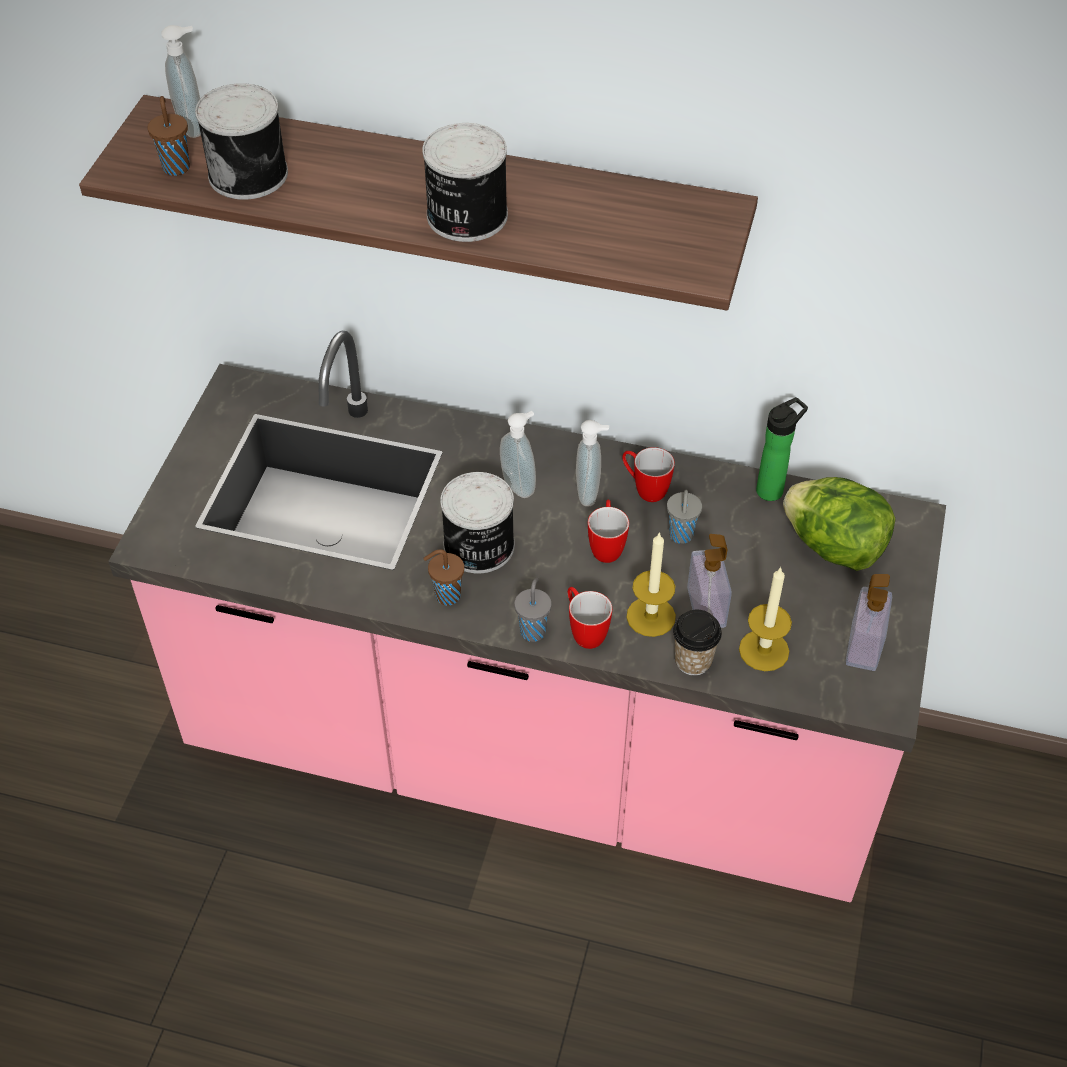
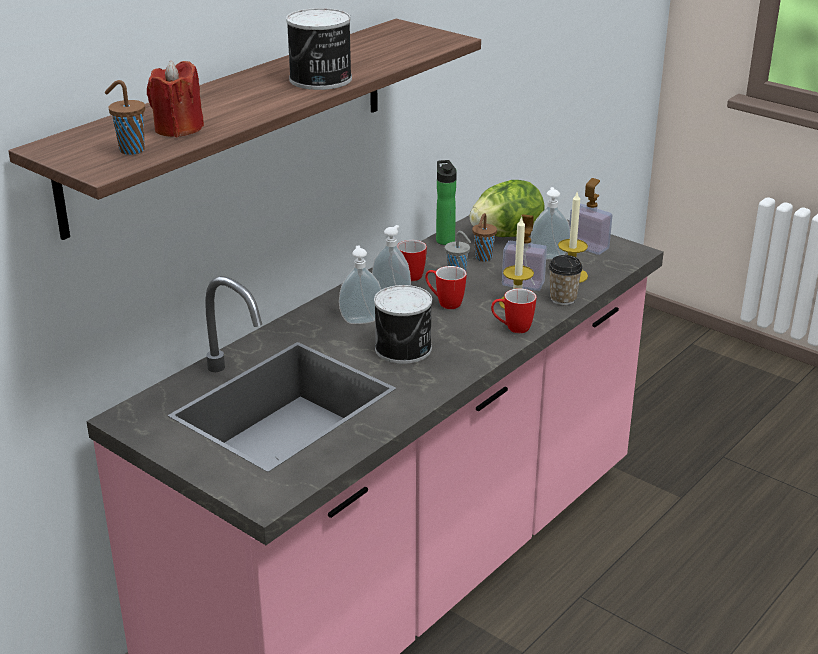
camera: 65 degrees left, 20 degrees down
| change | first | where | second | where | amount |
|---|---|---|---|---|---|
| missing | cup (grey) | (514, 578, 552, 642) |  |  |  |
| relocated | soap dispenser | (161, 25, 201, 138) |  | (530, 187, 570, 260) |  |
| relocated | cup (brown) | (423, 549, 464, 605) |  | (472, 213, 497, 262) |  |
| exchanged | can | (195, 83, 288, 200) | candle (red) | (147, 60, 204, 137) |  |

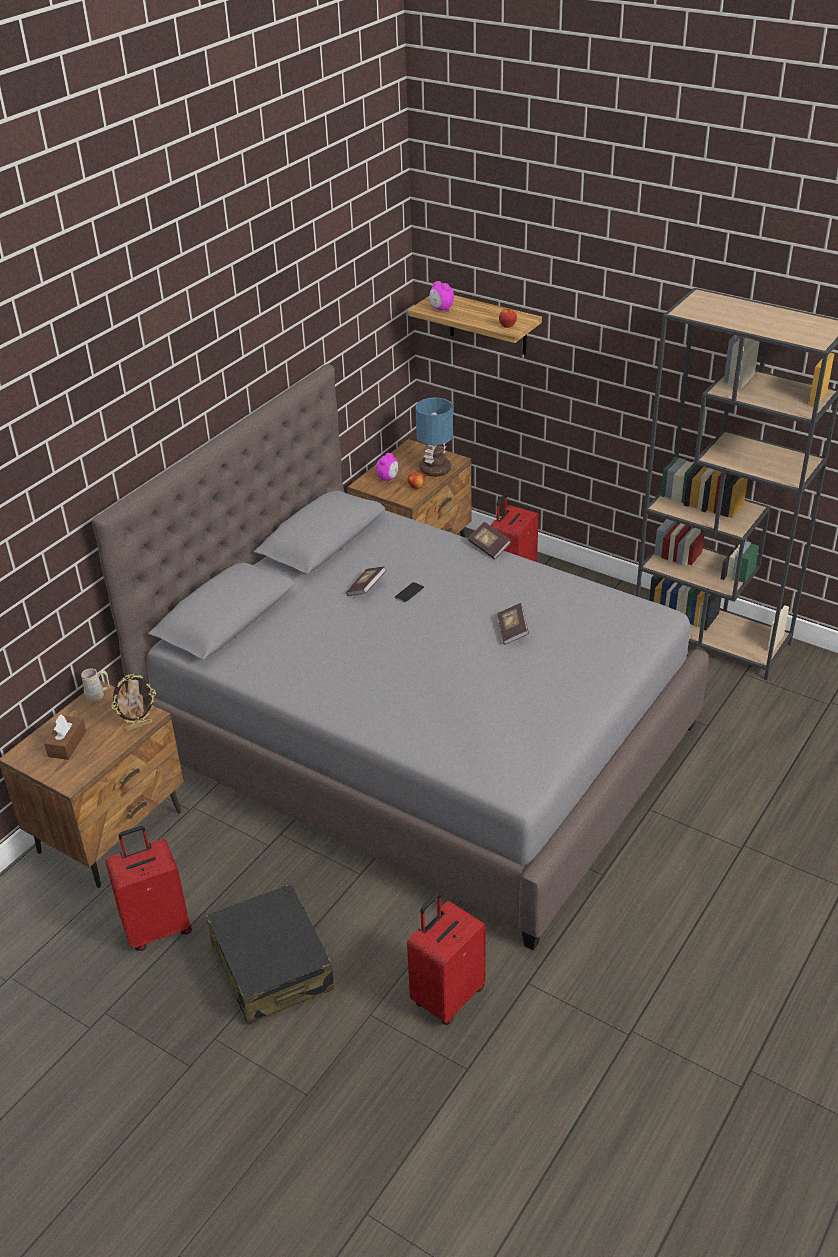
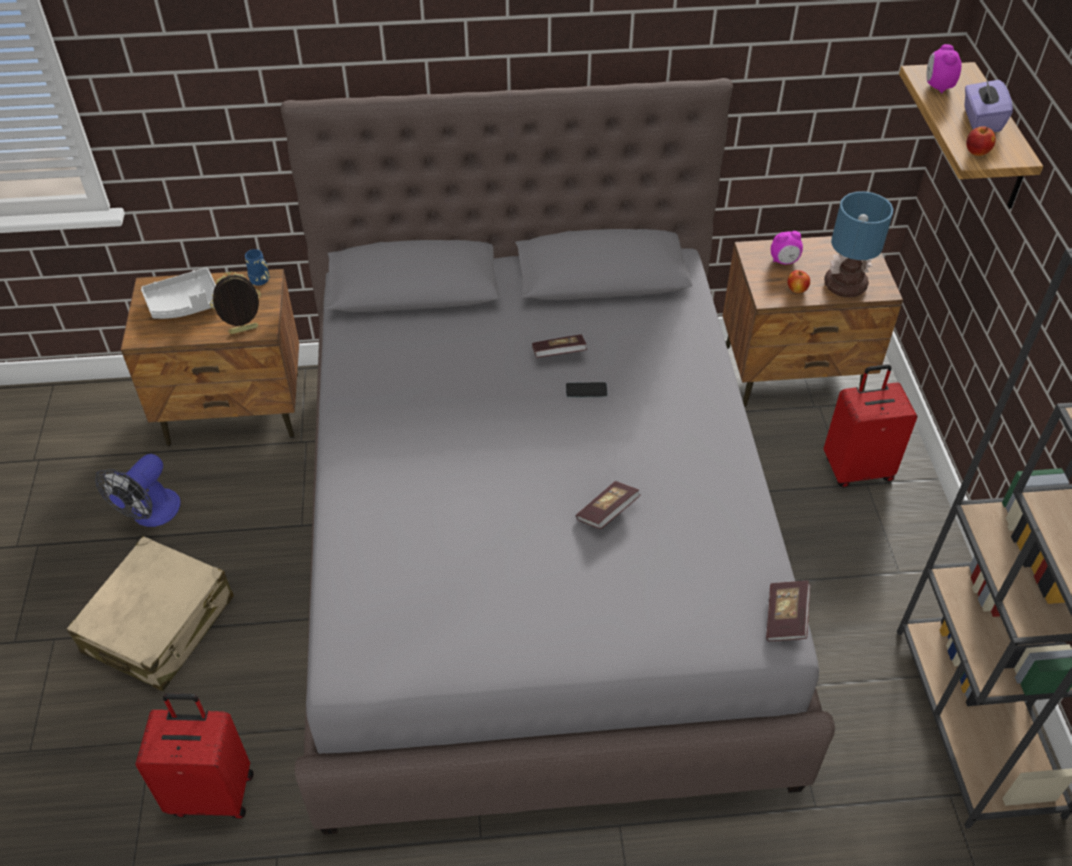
camera: 50 degrees right, 10 degrees up
| change | first | where | second | where | amount |
|---|---|---|---|---|---|
| appeared |  |  | tissue box (purple) | (965, 76, 1013, 132) |  |
| relocated | book | (468, 522, 511, 559) |  | (766, 580, 810, 642) |  |
| exchanged | tissue box (brown) | (44, 715, 86, 760) | tray (grey) | (141, 268, 216, 319) |  |
| exchanged | suitcase (red) | (105, 826, 192, 951) | fan | (95, 454, 181, 527) |  |
| colour | mug (beige) | (81, 669, 110, 702) | mug (blue) | (245, 249, 270, 286) |  |
| colour | suitcase (black) | (206, 884, 334, 1025) | suitcase (beige) | (67, 536, 234, 691) |  |
| spun | picture frame | (111, 674, 156, 731) |  | (210, 272, 261, 334) | 135 degrees clockwise |

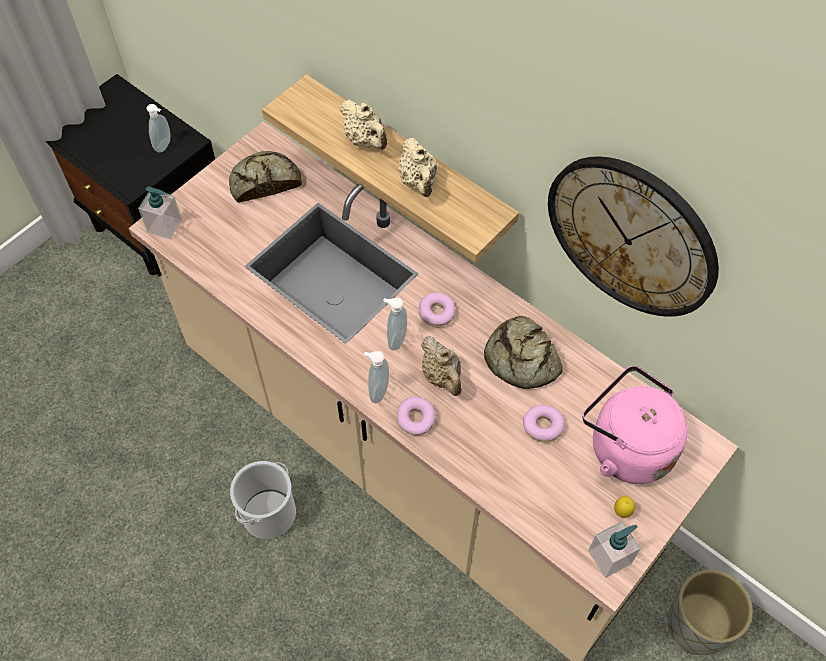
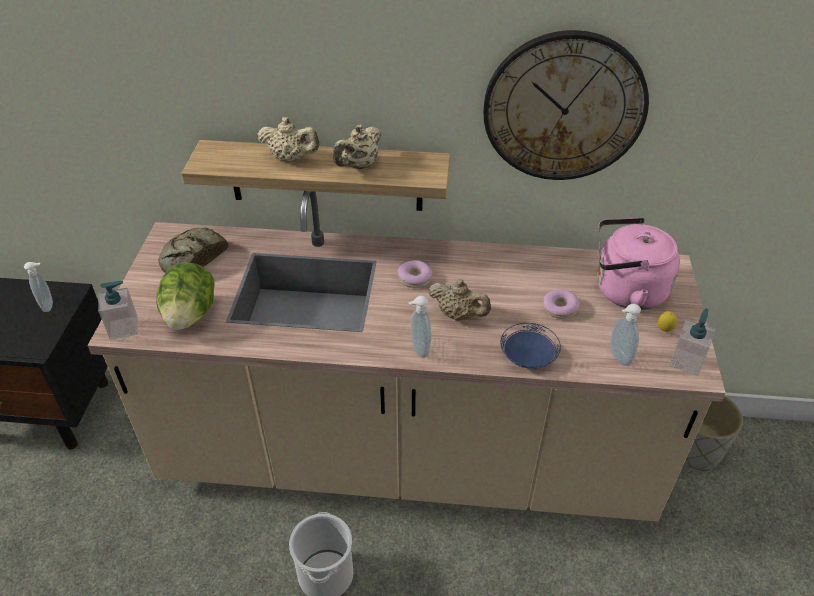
camera: 35 degrees left, 15 degrees down
| change | first | where | second | where | amount |
|---|---|---|---|---|---|
| missing | donut | (397, 397, 436, 436) |  |  |  |
| missing | bread | (484, 316, 563, 389) |  |  |  |
| appeared |  |  | lettuce | (156, 262, 215, 330) |  |
| appeared |  |  | plate (blue) | (500, 323, 561, 369) |  |
| relocated | soap dispenser | (383, 298, 407, 351) |  | (610, 304, 641, 366) |  |
| spun | teapot (beige) | (398, 138, 439, 197) |  | (333, 125, 382, 169) | 90 degrees clockwise |

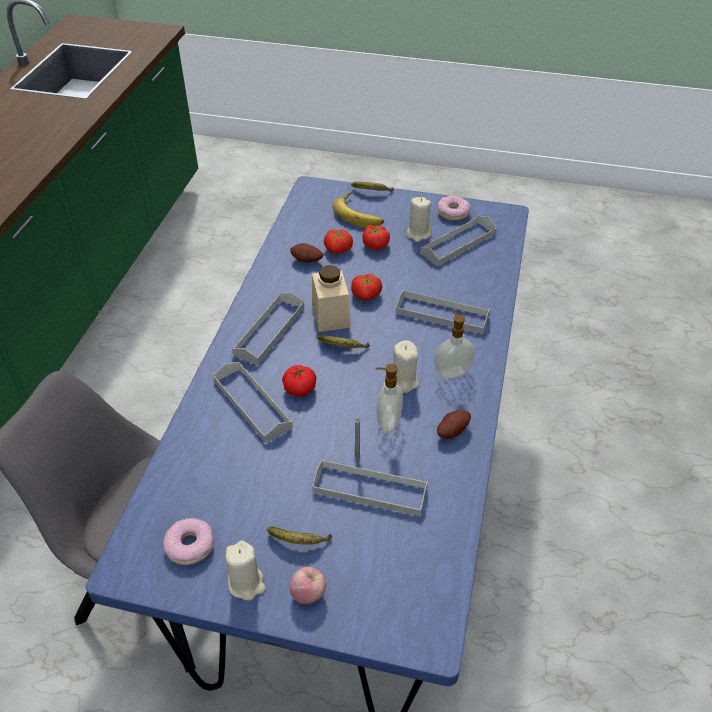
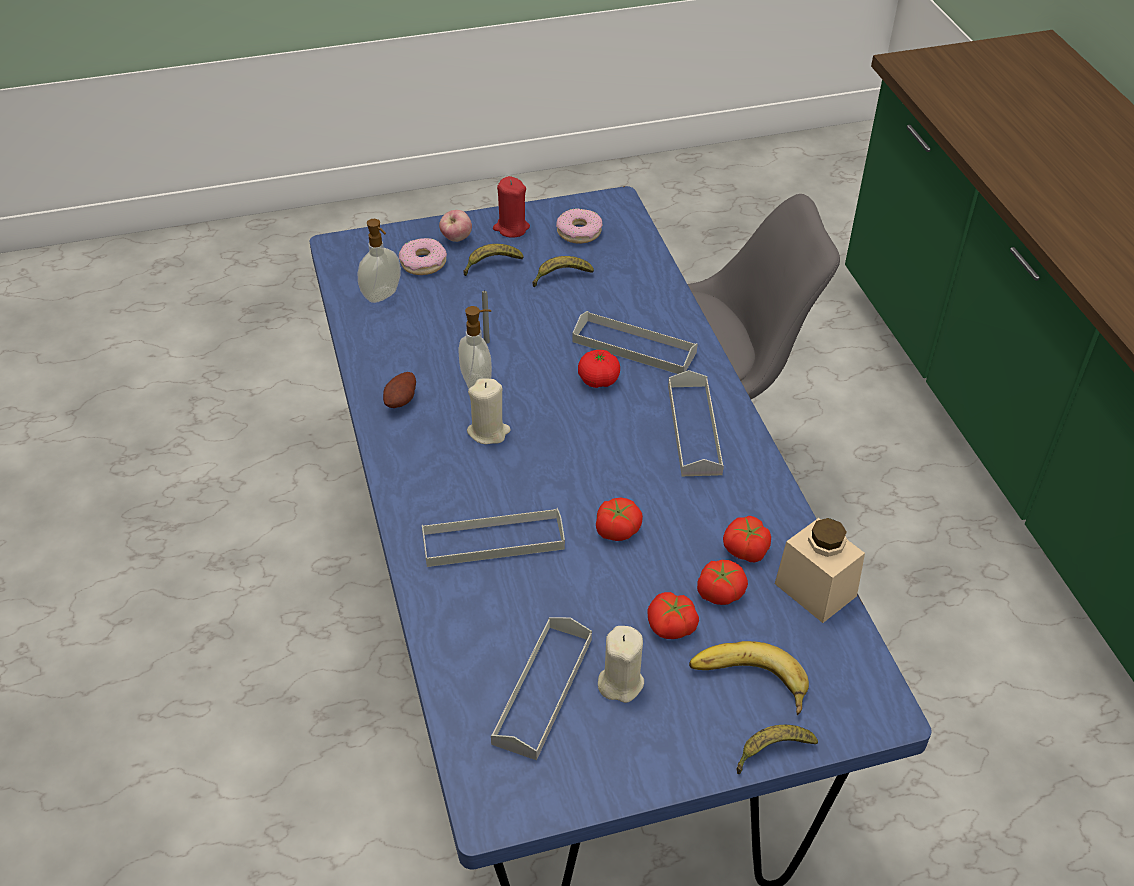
camera: 150 degrees right, 0 degrees up
| change | first | where | second | where | amount |
|---|---|---|---|---|---|
| missing | tray (grey) | (312, 459, 428, 516) |  |  |  |
| relocated | jar (beige) | (312, 265, 351, 332) |  | (775, 518, 865, 623) |  |
| relocated | banana | (317, 335, 370, 348) |  | (533, 256, 594, 287) |  |
| relocated | soap dispenser | (434, 311, 475, 379) |  | (358, 219, 401, 303) |  |
| relocated | donut | (437, 196, 471, 221) |  | (399, 238, 447, 275) |  |
| exchanged | potato | (290, 243, 323, 262) | tomato | (723, 516, 771, 562) |  |
| colour | candle (beige) | (225, 540, 266, 601) | candle (red) | (493, 176, 530, 238) |  |

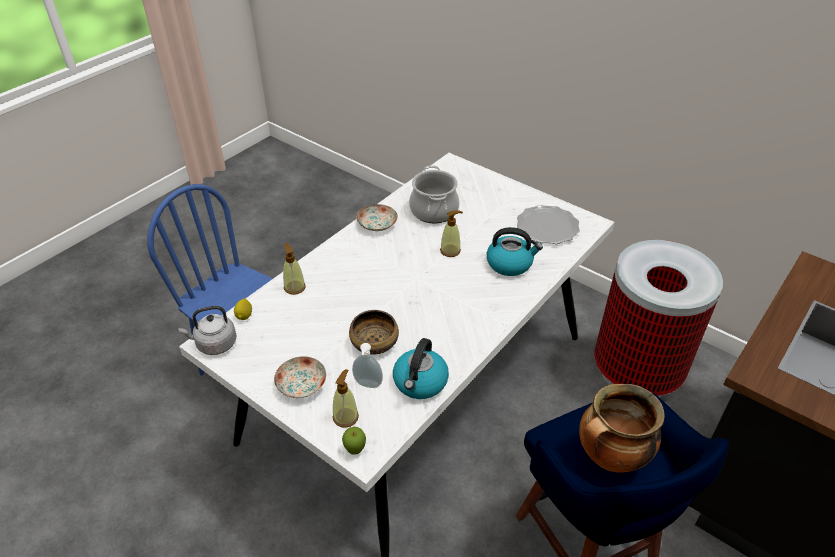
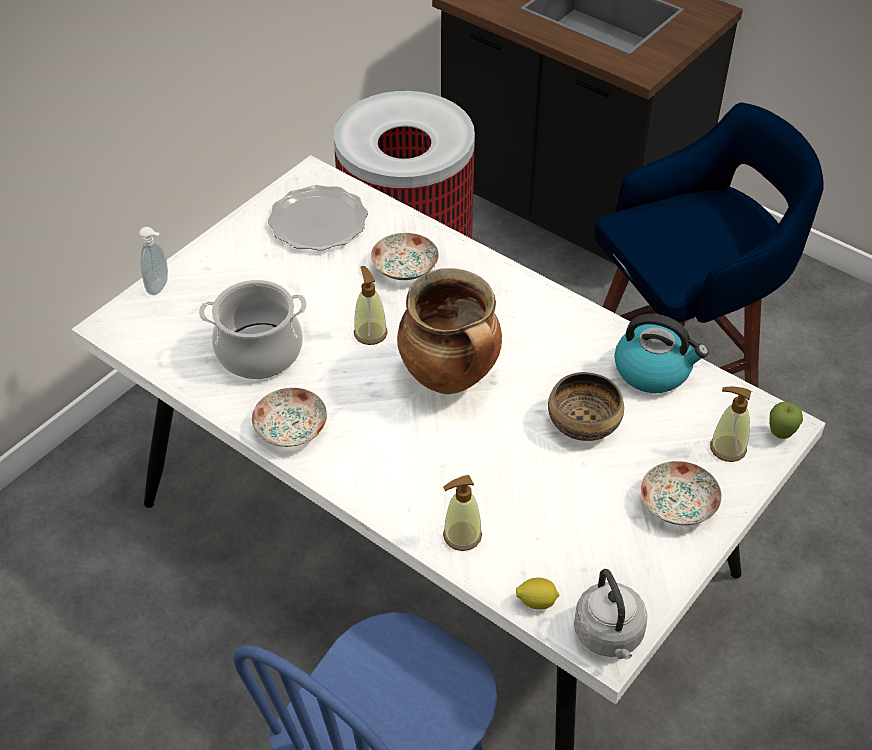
camera: 90 degrees left, 5 degrees up
| change | first | where | second | where | amount |
|---|---|---|---|---|---|
| relocated | soap dispenser | (352, 343, 383, 388) |  | (139, 227, 168, 295) |  |
| relocated | cooking pot | (579, 384, 665, 473) |  | (397, 268, 502, 394) |  |
| exchanged | kettle | (487, 227, 543, 276) | plate | (371, 233, 439, 280) |  |

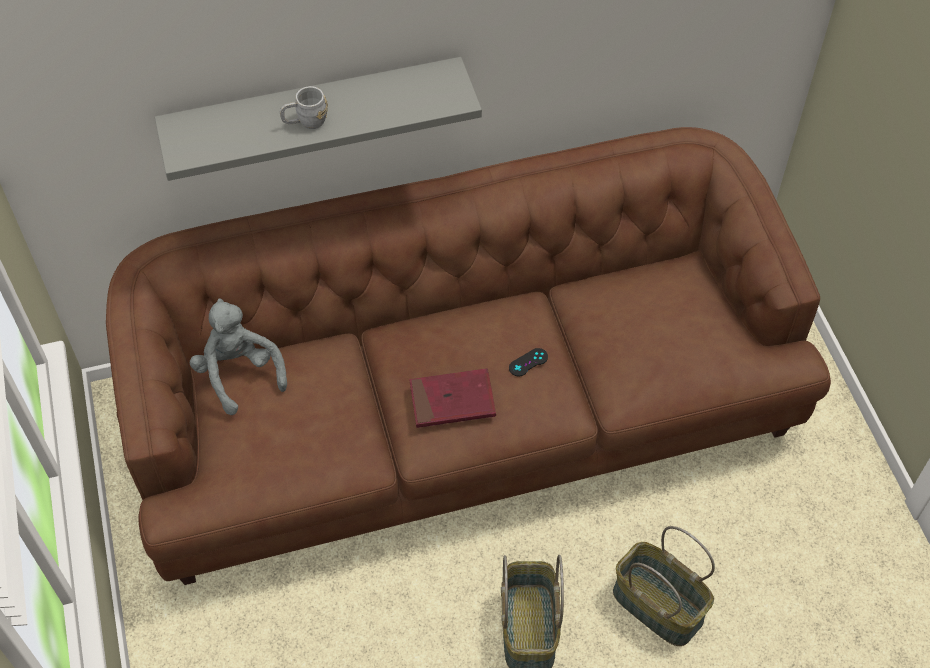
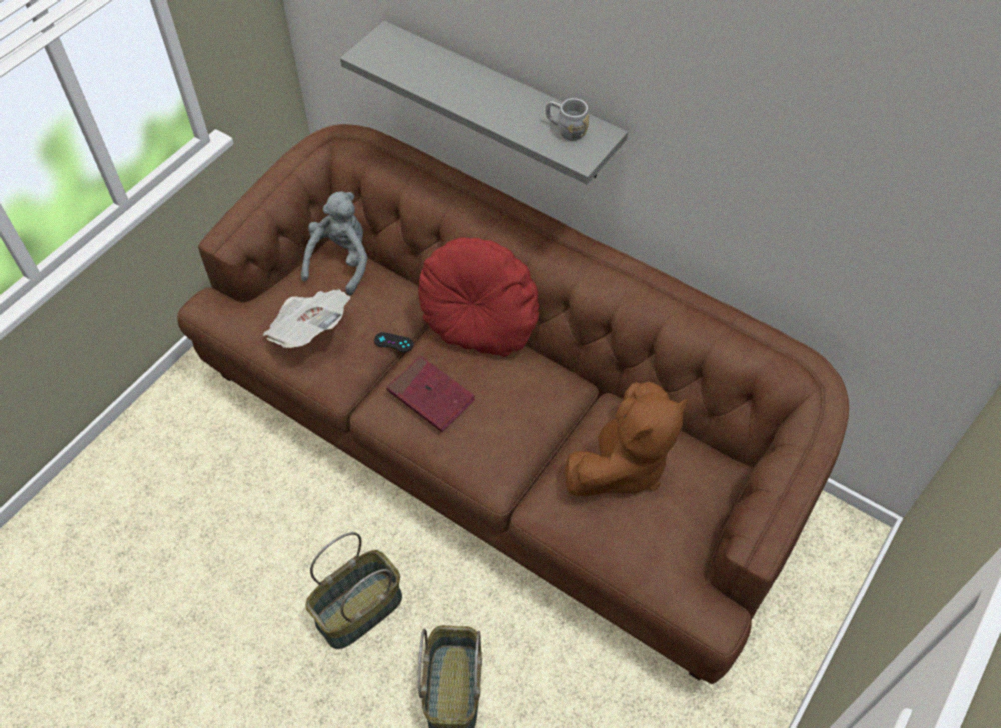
camera: 50 degrees right, 0 degrees up
| change | first | where | second | where | amount |
|---|---|---|---|---|---|
| appeared |  |  | newspaper | (263, 289, 350, 348) |  |
| appeared |  |  | pillow (red) | (418, 237, 539, 357) |  |
| appeared |  |  | plush toy (brown) | (565, 382, 688, 496) |  |
| relocated | mug (grey) | (280, 86, 328, 129) |  | (546, 98, 589, 141) |  |
| relocated | game controller (black) | (509, 348, 548, 376) |  | (374, 332, 413, 352) |  |

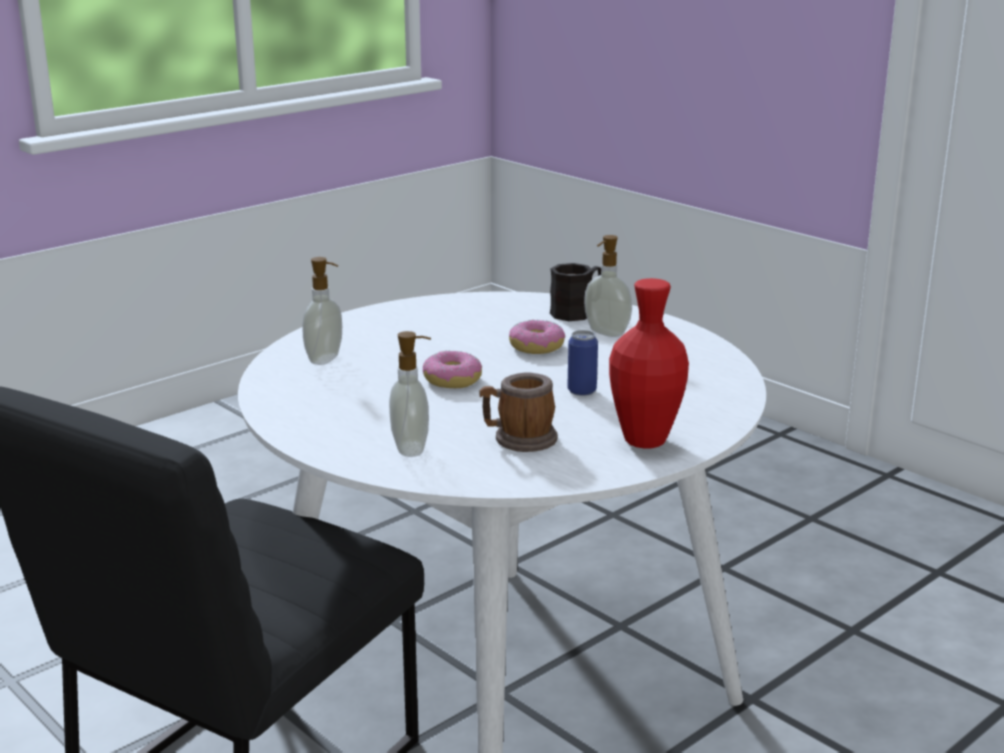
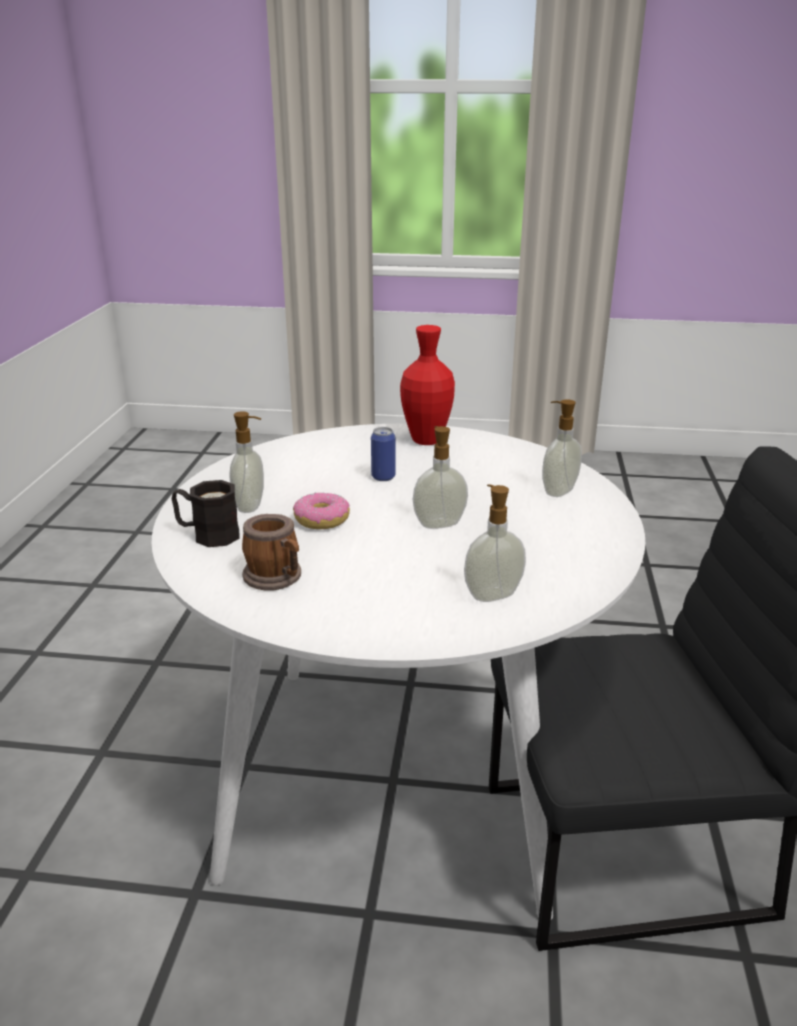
camera: 130 degrees left, 5 degrees up
| change | first | where | second | where | amount |
|---|---|---|---|---|---|
| relocated | mug | (480, 372, 557, 452) |  | (242, 514, 301, 591) |  |
| exchanged | donut | (423, 350, 482, 388) | soap dispenser | (413, 426, 468, 529) |  |

